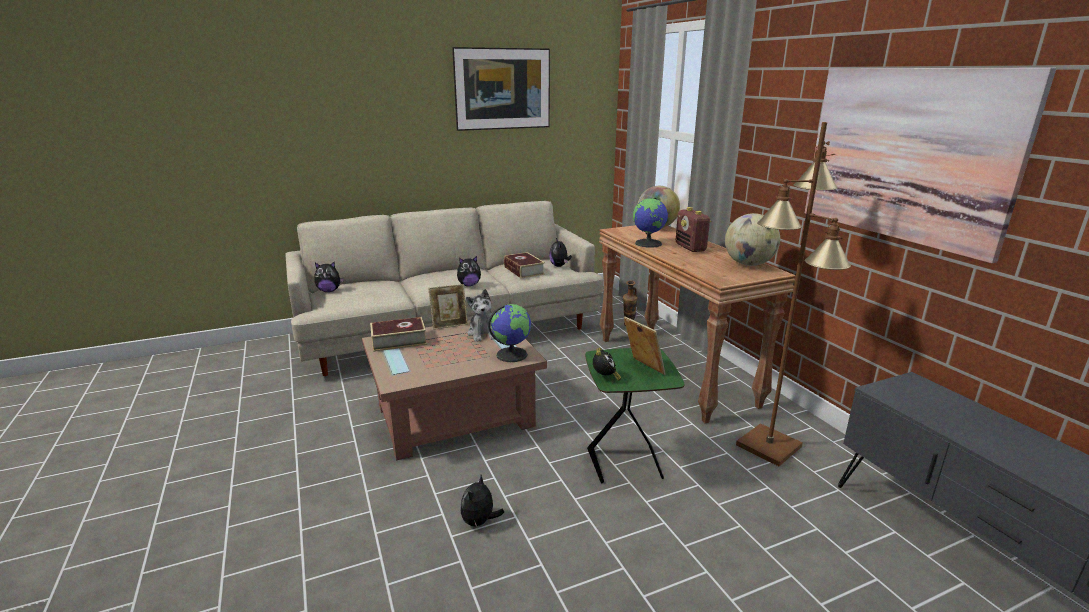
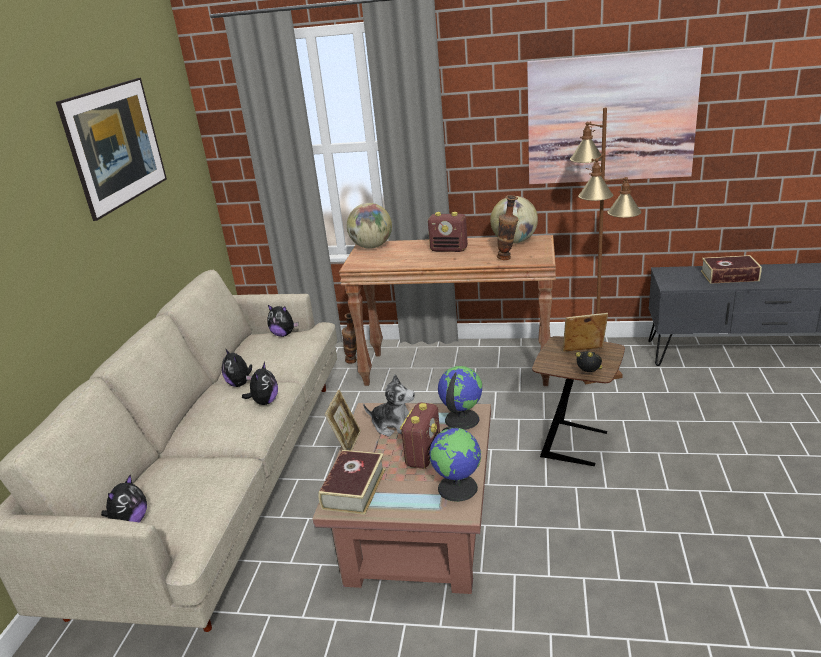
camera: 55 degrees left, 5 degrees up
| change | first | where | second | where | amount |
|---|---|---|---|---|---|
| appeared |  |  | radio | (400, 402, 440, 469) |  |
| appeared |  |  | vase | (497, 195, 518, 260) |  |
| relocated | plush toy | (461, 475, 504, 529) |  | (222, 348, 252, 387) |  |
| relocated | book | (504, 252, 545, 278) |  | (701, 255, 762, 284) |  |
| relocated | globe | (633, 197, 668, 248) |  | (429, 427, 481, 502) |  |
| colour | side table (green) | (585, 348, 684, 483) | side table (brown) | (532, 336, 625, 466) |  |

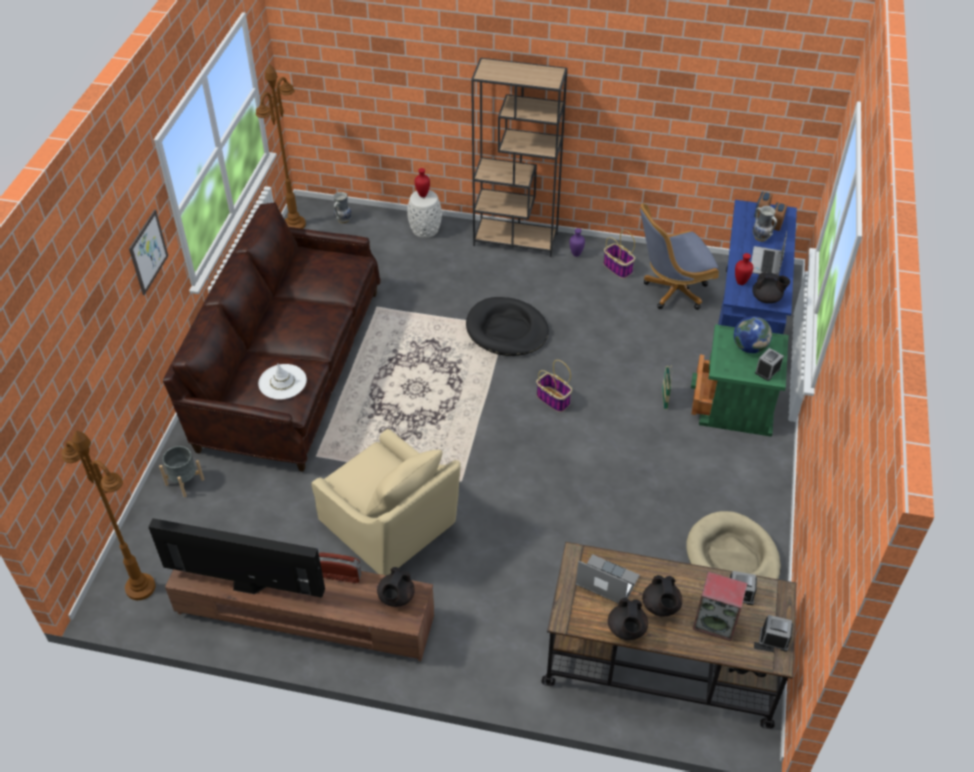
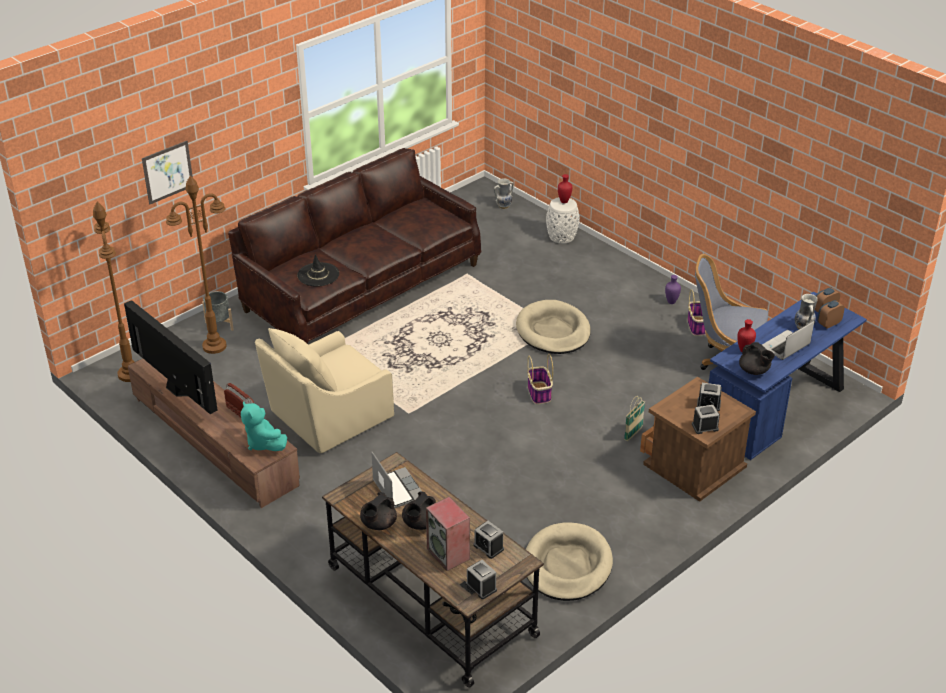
camera: 35 degrees right, 10 degrees down
| change | first | where | second | where | amount |
|---|---|---|---|---|---|
| missing | bookcase | (471, 58, 567, 257) |  |  |  |
| relocated | picture | (129, 209, 168, 295) |  | (142, 141, 193, 204) |  |
| relocated | floor lamp (brown) | (256, 64, 306, 229) |  | (166, 176, 227, 354) |  |
| exchanged | teapot (black) | (377, 567, 415, 607) | plush toy (turquoise) | (241, 401, 287, 451) |  |
| exchanged | globe | (734, 316, 772, 353) | alarm clock | (697, 383, 722, 411) |  |
| colour | hat (white) | (258, 363, 307, 400) | hat (black) | (297, 254, 339, 287) |  |
| colour | dog bed (black) | (466, 297, 549, 356) | dog bed (beige) | (516, 300, 591, 354) |  |
| colour | nightstand (green) | (691, 324, 788, 437) | nightstand (brown) | (640, 377, 756, 502) |  |
| spun | armchair (beige) | (311, 429, 461, 576) |  | (255, 328, 394, 453) | 60 degrees clockwise |

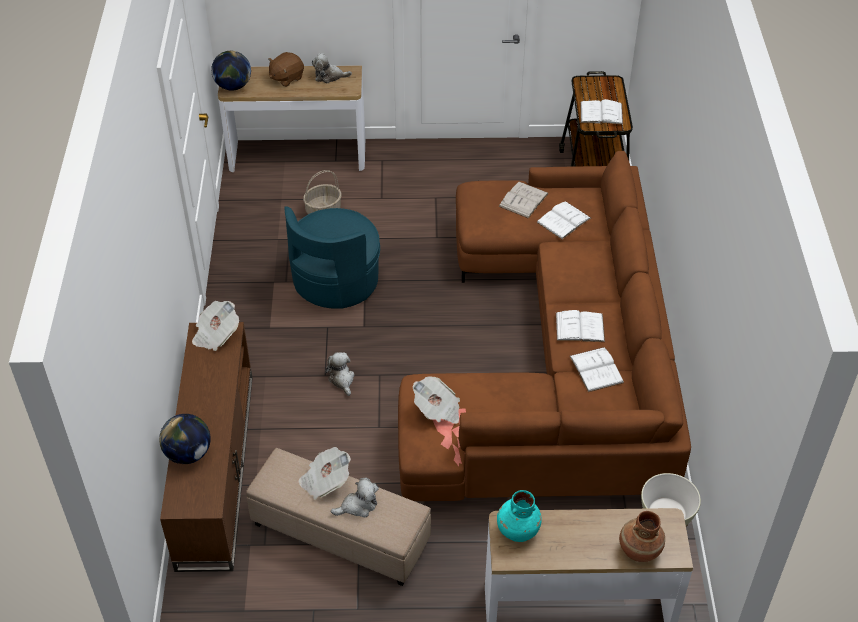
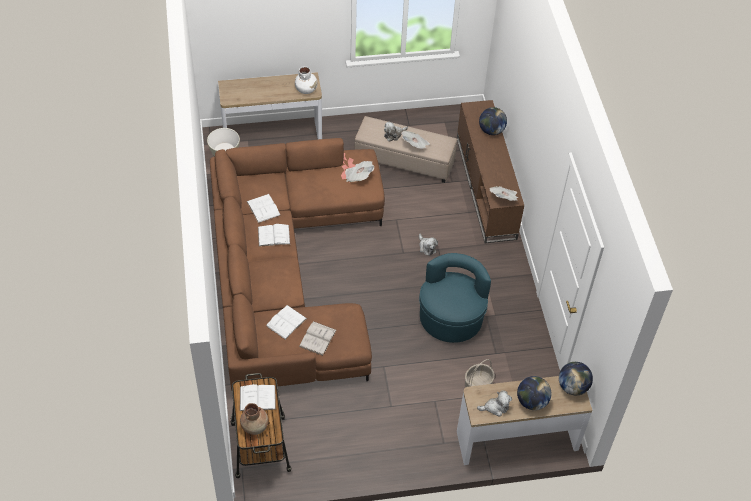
camera: 170 degrees right, 5 degrees up
| change | first | where | second | where | amount |
|---|---|---|---|---|---|
| relocated | vase (brown) | (619, 511, 665, 562) |  | (240, 403, 269, 435) |  |
| exchanged | plush toy (brown) | (268, 52, 304, 87) | globe | (517, 376, 552, 410) |  |
| colour | vase (turquoise) | (497, 490, 542, 542) | vase (white) | (295, 66, 317, 94) |  |

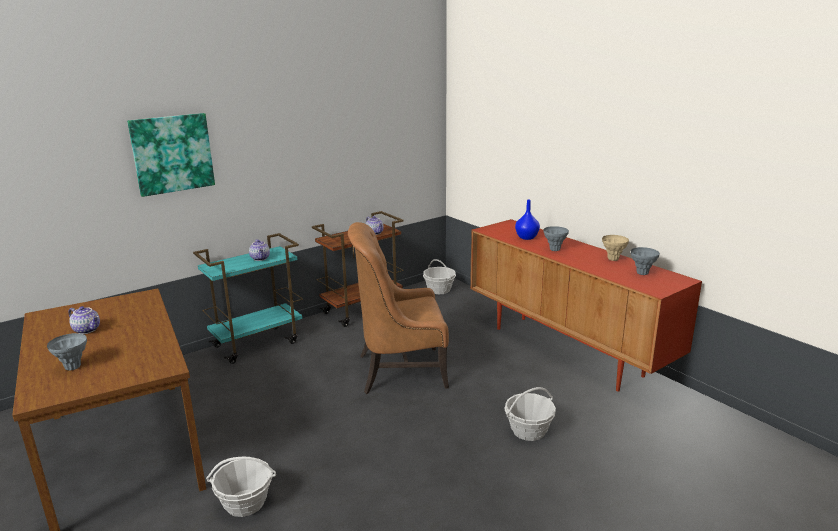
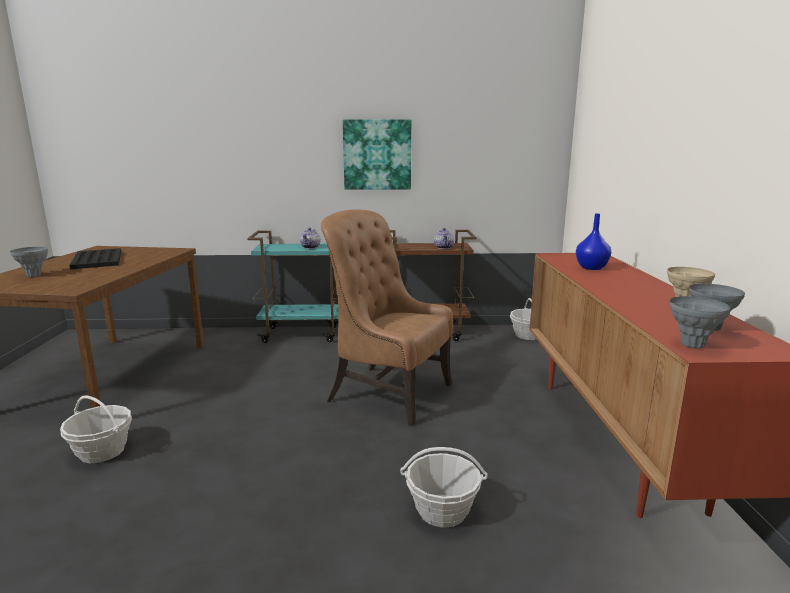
camera: 35 degrees right, 5 degrees down
| change | first | where | second | where | amount |
|---|---|---|---|---|---|
| relocated | picture | (127, 113, 215, 197) |  | (343, 119, 411, 190) |  |
| relocated | vase (grey) | (543, 226, 569, 251) |  | (670, 296, 730, 349) |  |
| exchanged | teapot | (68, 306, 100, 334) | tray (black) | (69, 248, 121, 269) |  |

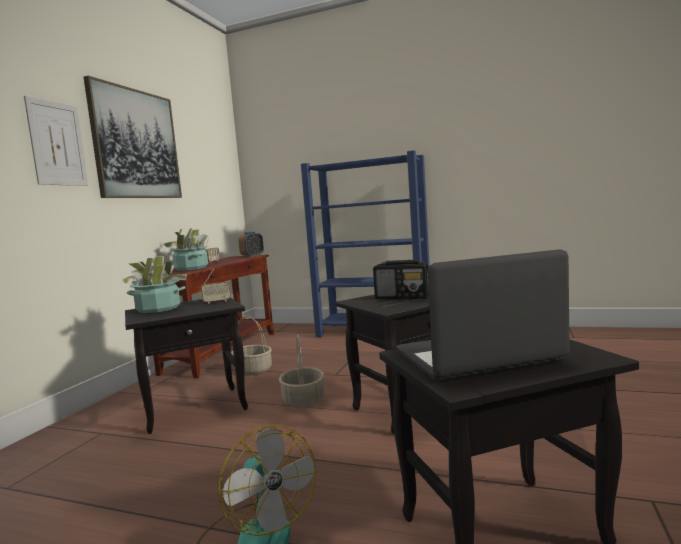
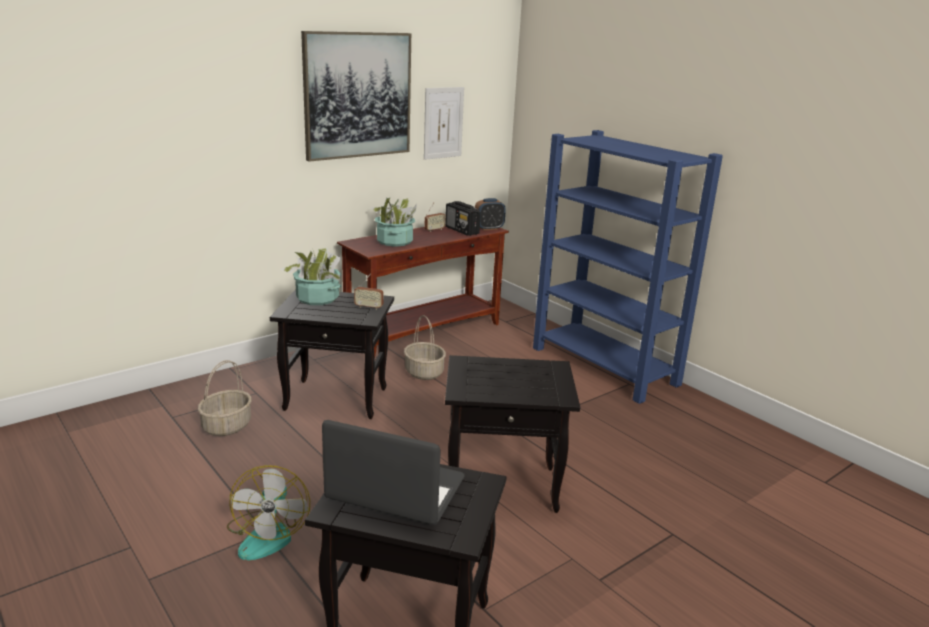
camera: 30 degrees right, 15 degrees up
| change | first | where | second | where | amount |
|---|---|---|---|---|---|
| relocated | picture | (24, 96, 88, 186) |  | (424, 87, 464, 160) |  |
| relocated | basket | (279, 334, 324, 408) |  | (198, 360, 252, 436) |  |
| relocated | radio | (373, 260, 429, 299) |  | (445, 201, 481, 236) |  |

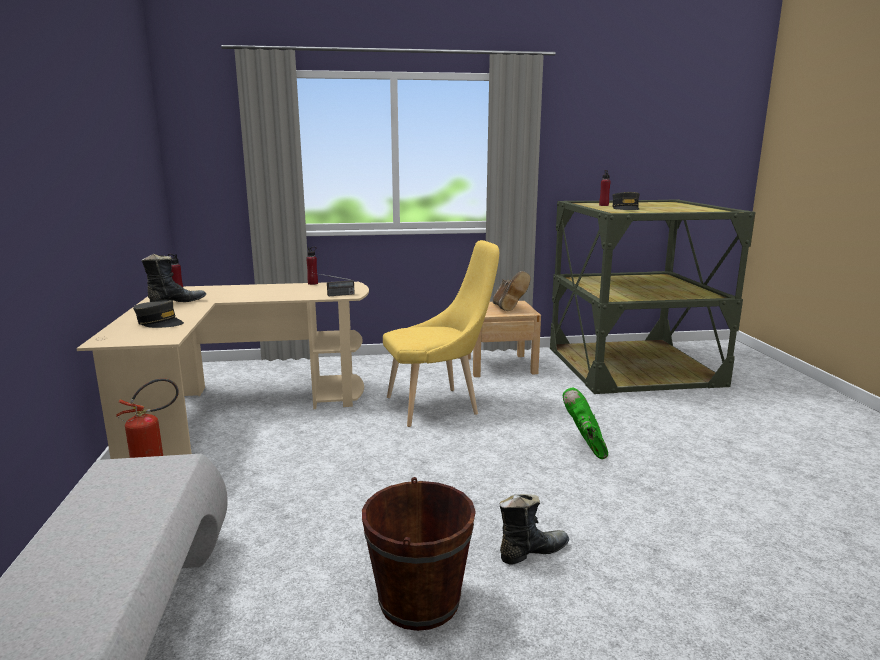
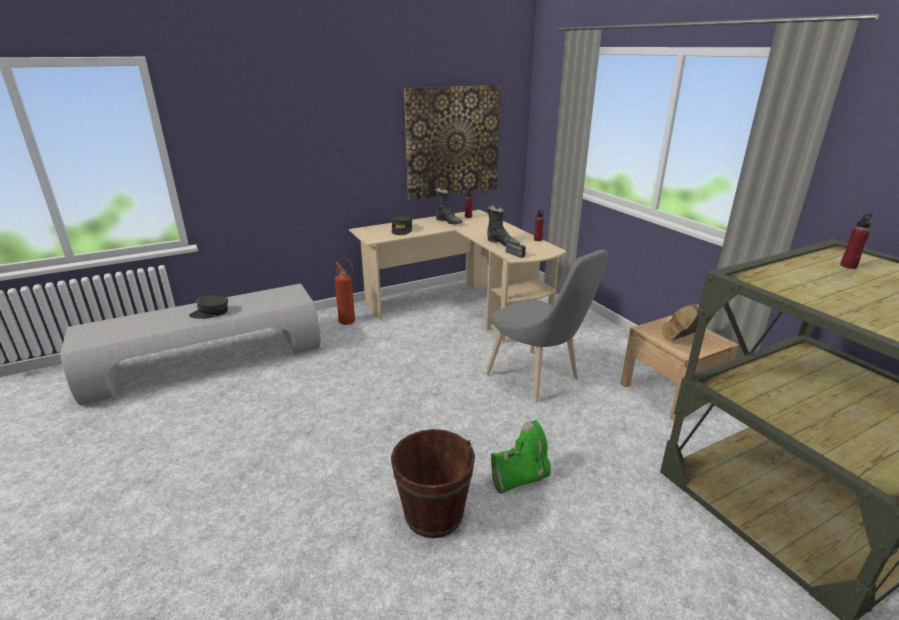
camera: 70 degrees right, 10 degrees up
| change | first | where | second | where | amount |
|---|---|---|---|---|---|
| appeared |  |  | picture | (404, 85, 501, 200) |  |
| relocated | bucket (brown) | (362, 477, 476, 631) |  | (391, 429, 475, 538) |  |
| relocated | boot (black) | (500, 494, 569, 565) |  | (487, 205, 520, 246) |  |
| relocated | cap (grey) | (612, 192, 640, 210) |  | (189, 296, 228, 319) |  |
| colour | chair (yellow) | (383, 240, 499, 427) | chair (grey) | (486, 249, 608, 402) |  |

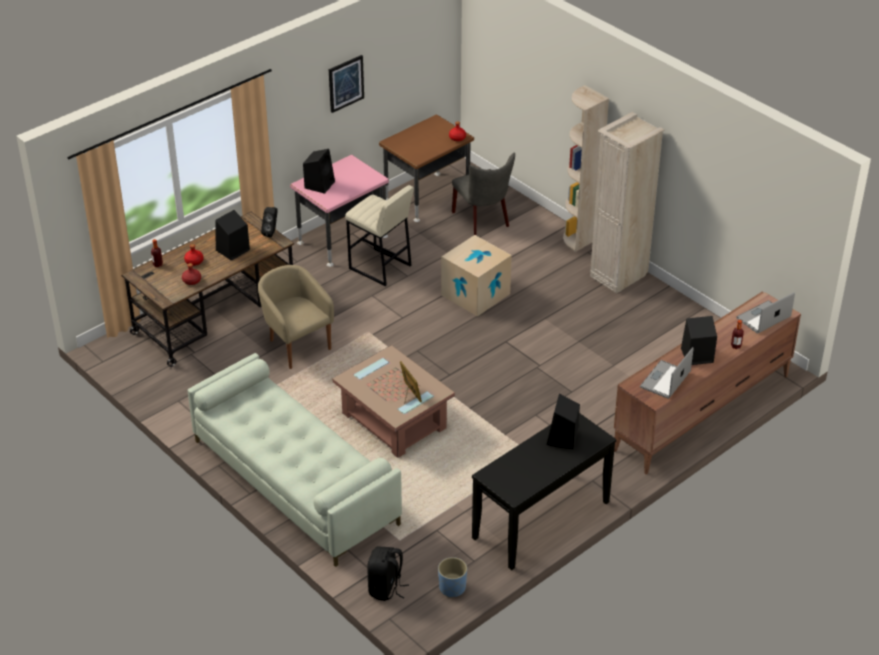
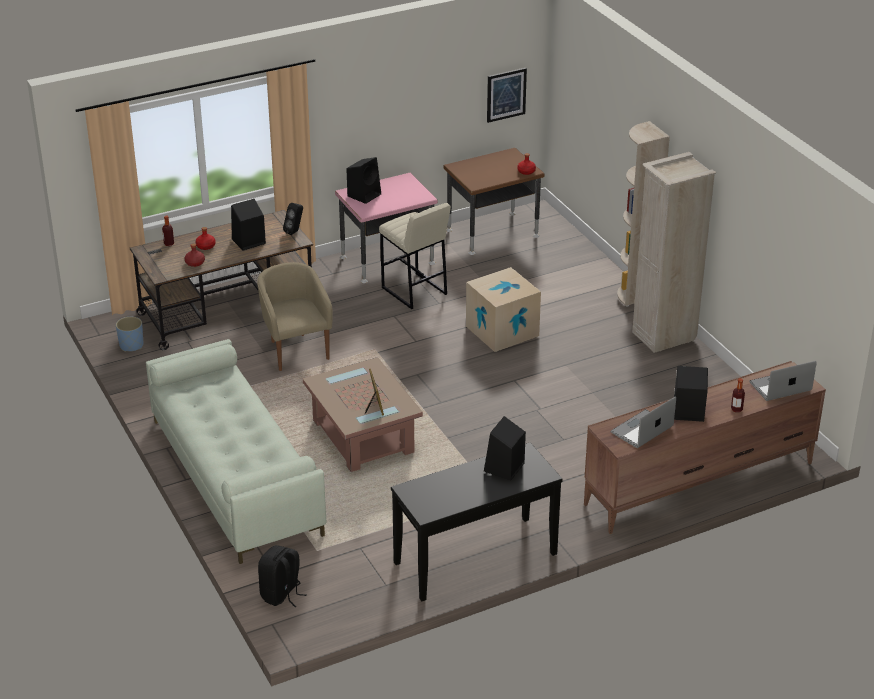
camera: 15 degrees right, 5 degrees down
| change | first | where | second | where | amount |
|---|---|---|---|---|---|
| missing | chair (grey) | (452, 153, 515, 236) |  |  |  |
| relocated | picture | (329, 55, 364, 113) |  | (487, 68, 527, 123) |  |
| relocated | planter (blue) | (438, 557, 467, 598) |  | (116, 317, 143, 352) |  |

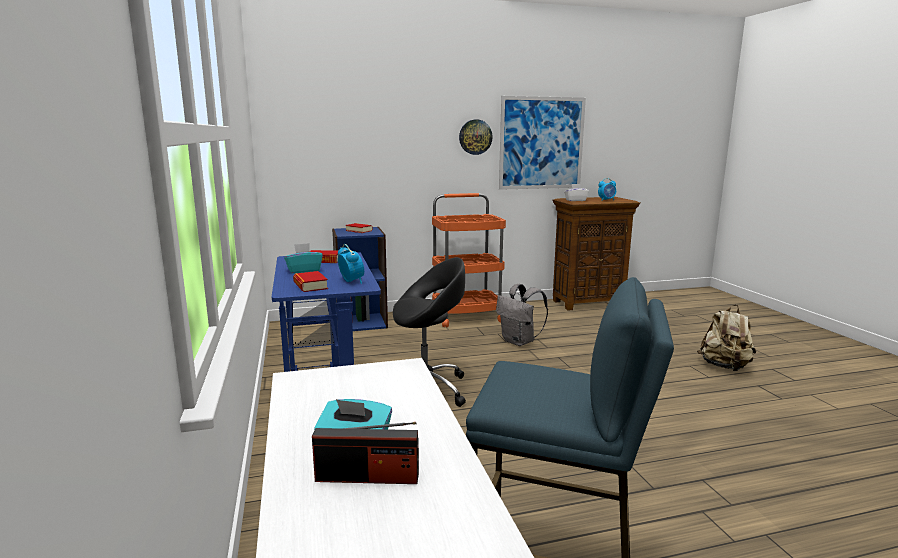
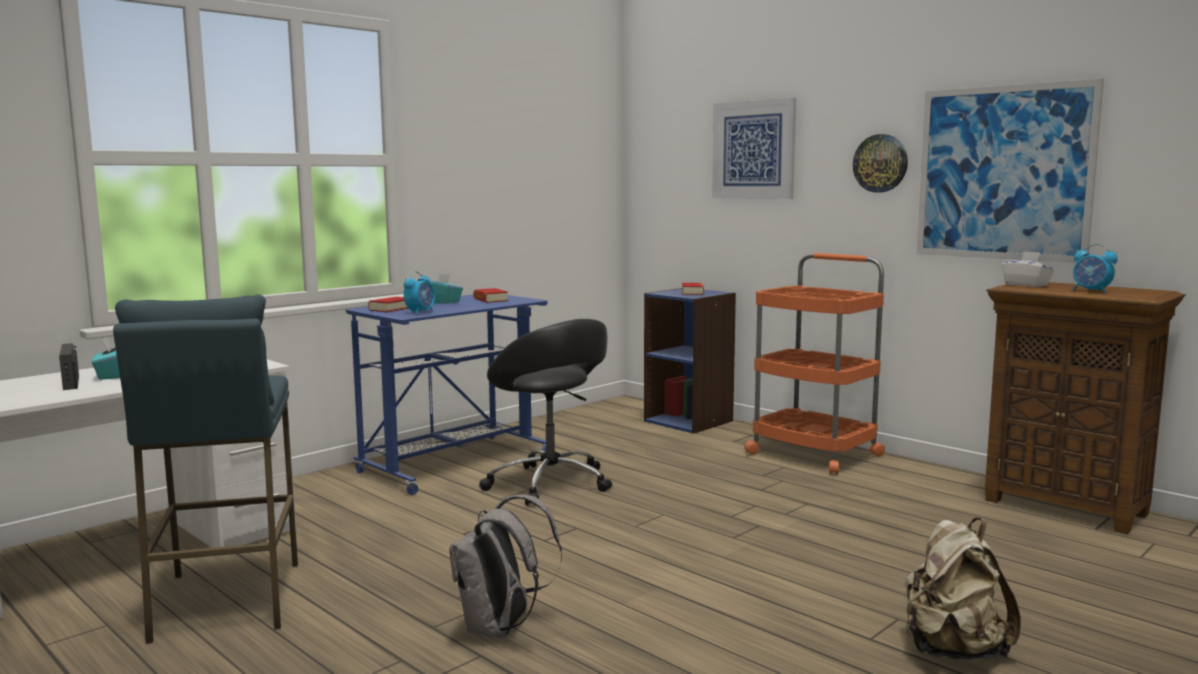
camera: 60 degrees right, 5 degrees down
| change | first | where | second | where | amount |
|---|---|---|---|---|---|
| appeared |  |  | picture | (712, 98, 796, 199) |  |
| relocated | backpack (grey) | (496, 284, 548, 346) |  | (449, 495, 562, 638) |  |

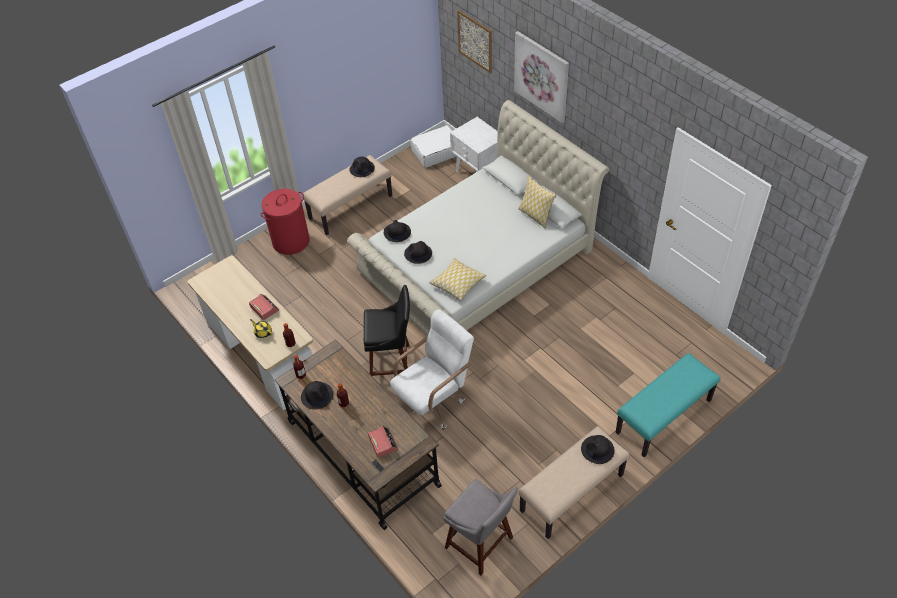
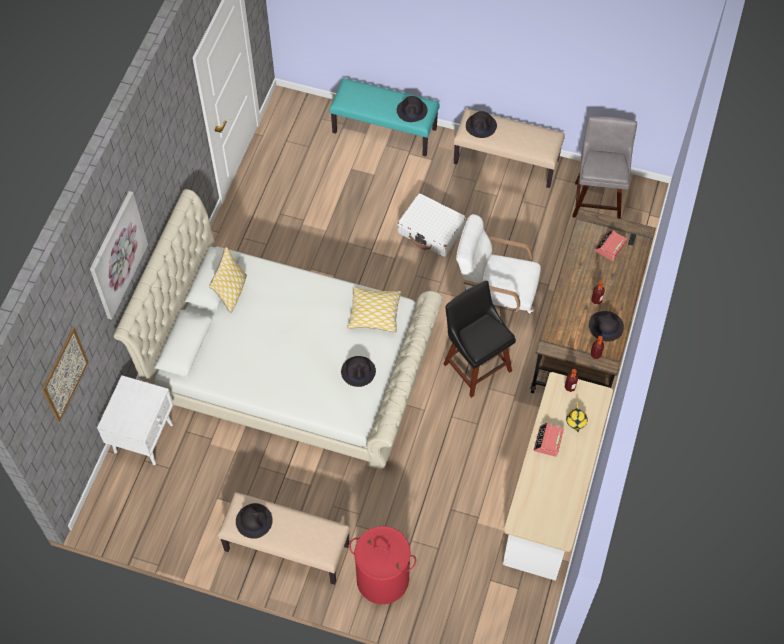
camera: 125 degrees left, 10 degrees up
| change | first | where | second | where | amount |
|---|---|---|---|---|---|
| relocated | hat (black) | (384, 220, 411, 242) |  | (397, 96, 427, 122) |  |
| relocated | suitcase (white) | (410, 125, 457, 168) |  | (397, 193, 467, 257) |  |

